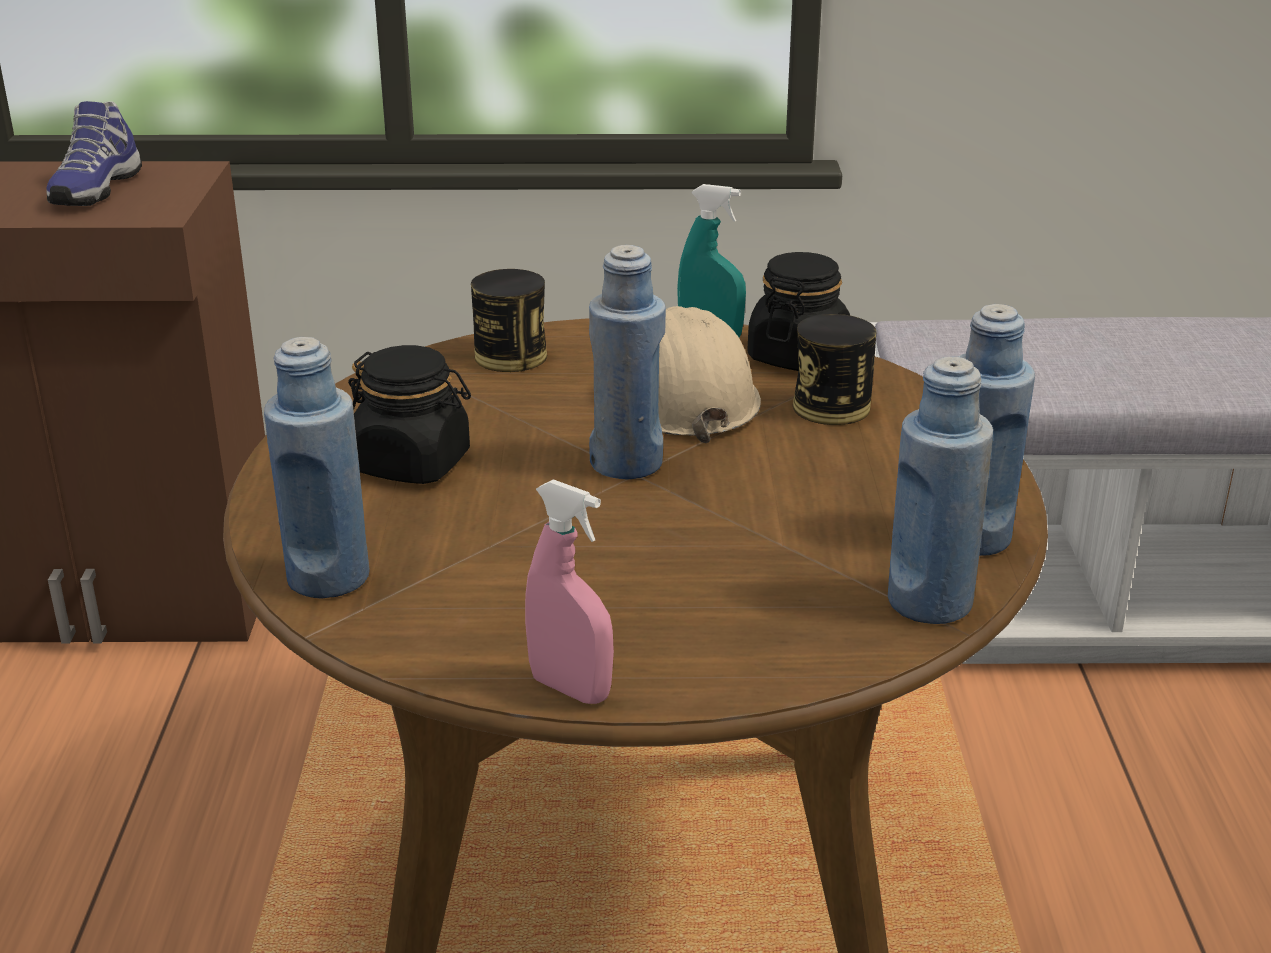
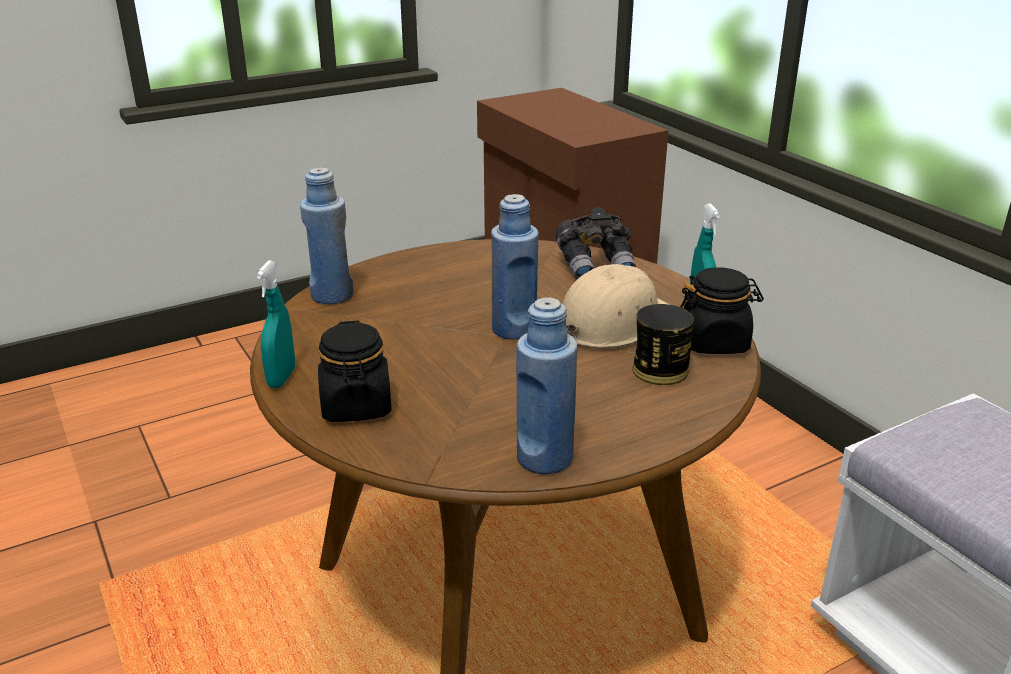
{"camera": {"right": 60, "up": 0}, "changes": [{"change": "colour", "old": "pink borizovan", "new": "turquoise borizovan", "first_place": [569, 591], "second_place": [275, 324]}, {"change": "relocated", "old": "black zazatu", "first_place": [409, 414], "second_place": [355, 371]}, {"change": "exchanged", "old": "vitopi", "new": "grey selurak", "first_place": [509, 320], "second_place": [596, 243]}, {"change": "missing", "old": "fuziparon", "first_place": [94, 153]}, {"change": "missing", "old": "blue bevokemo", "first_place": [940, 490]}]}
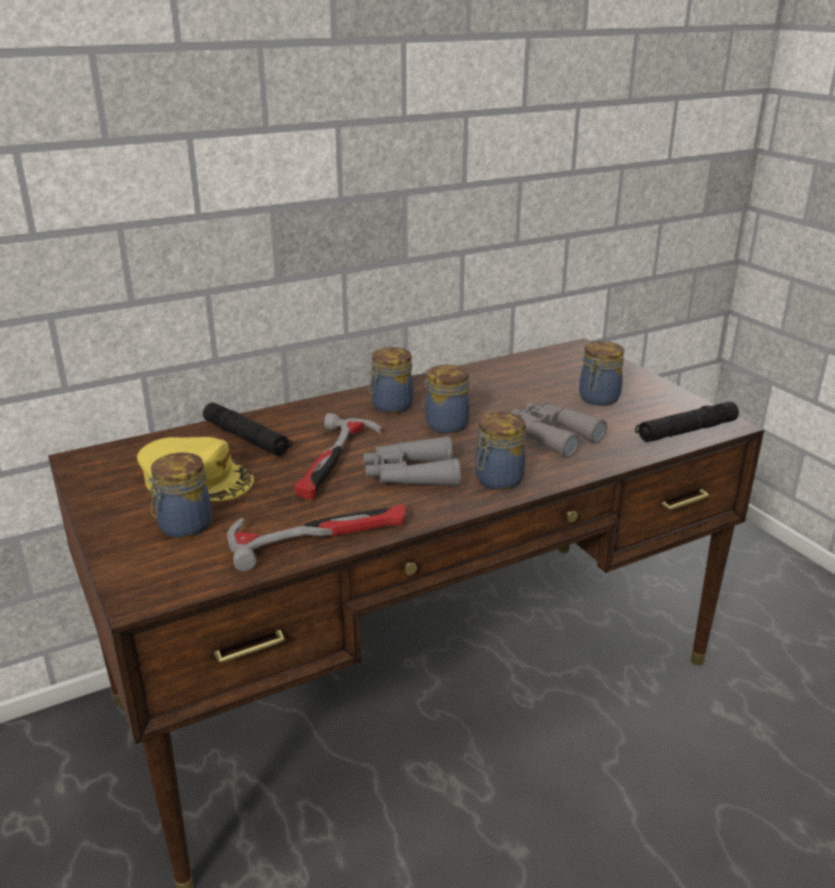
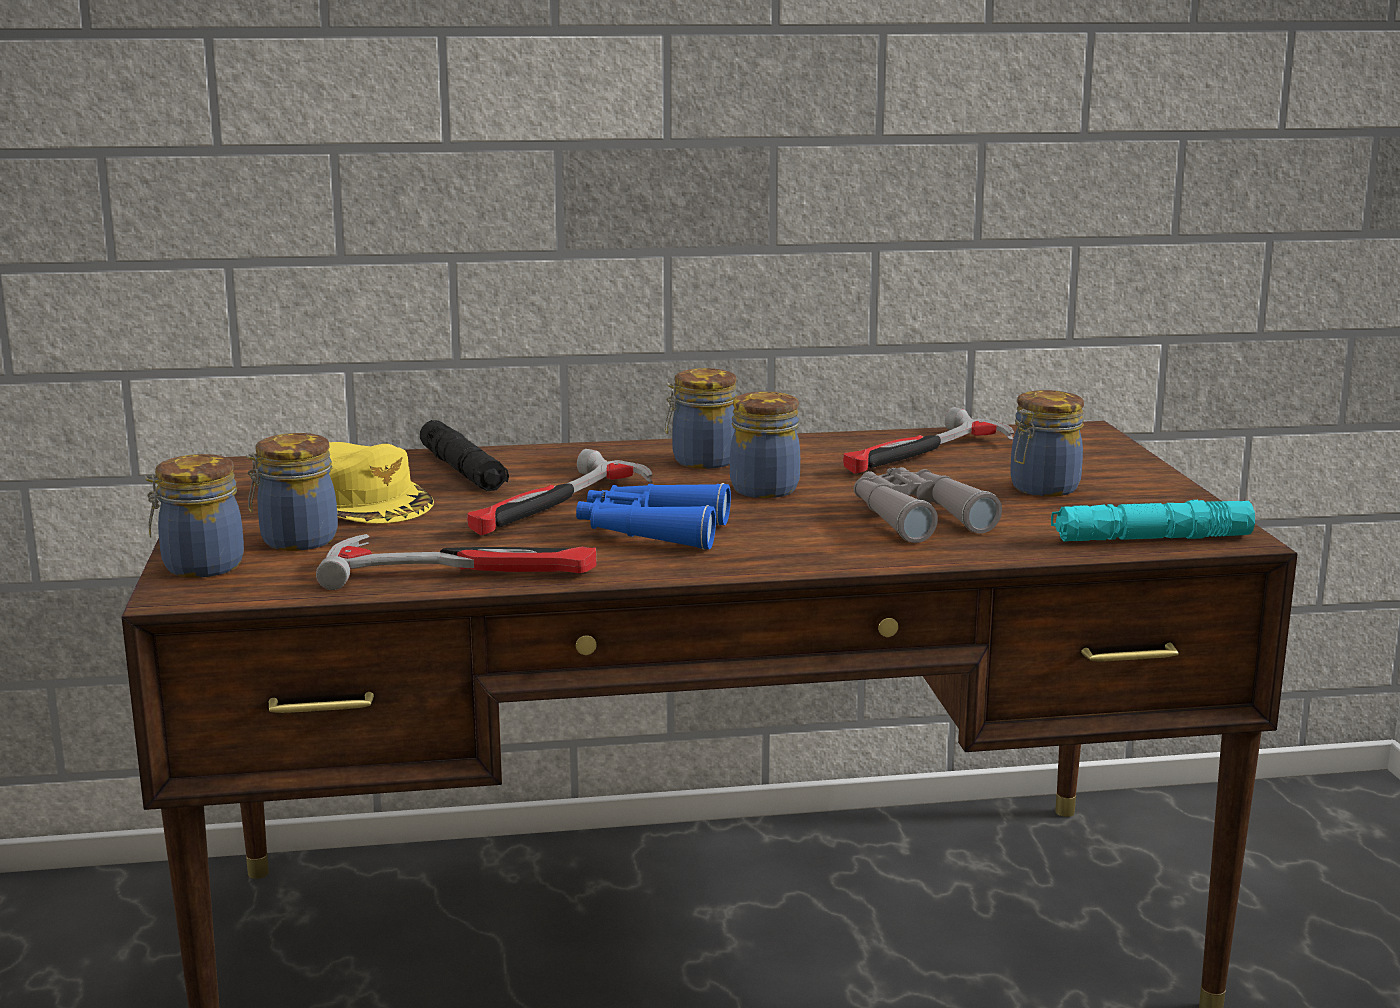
{"camera": {"right": 20, "up": -10}, "changes": [{"change": "relocated", "old": "zazatu", "first_place": [501, 451], "second_place": [194, 516]}, {"change": "colour", "old": "grey selurak", "new": "blue selurak", "first_place": [412, 461], "second_place": [653, 516]}, {"change": "appeared", "new": "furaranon", "second_place": [928, 440]}, {"change": "colour", "old": "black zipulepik", "new": "turquoise zipulepik", "first_place": [687, 421], "second_place": [1153, 521]}]}
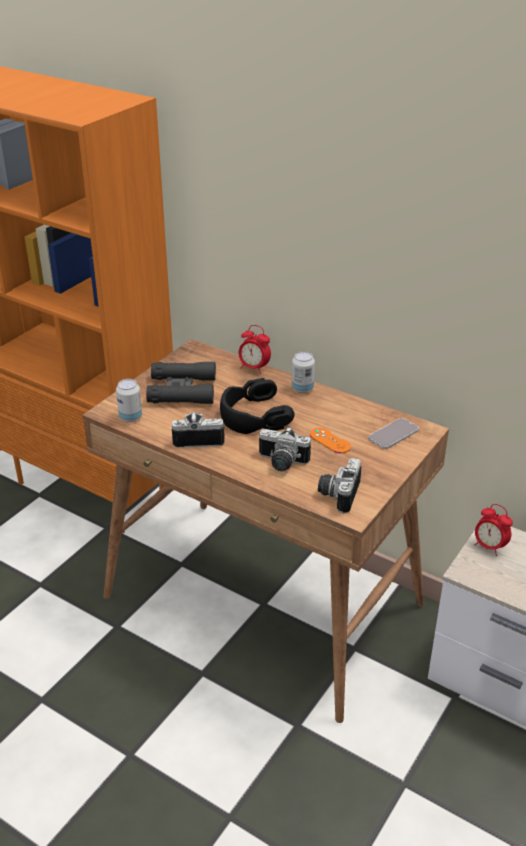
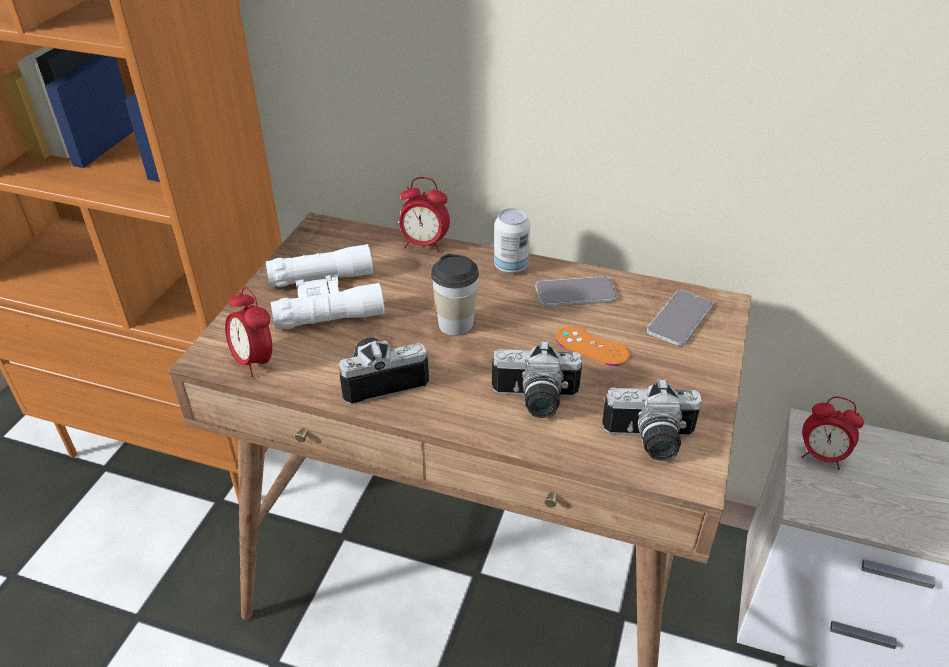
{"camera": {"right": -15, "up": 5}, "changes": [{"change": "exchanged", "old": "vitopi", "new": "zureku", "first_place": [129, 400], "second_place": [248, 332]}, {"change": "colour", "old": "black selurak", "new": "white selurak", "first_place": [181, 383], "second_place": [325, 286]}, {"change": "exchanged", "old": "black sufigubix", "new": "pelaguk", "first_place": [257, 406], "second_place": [455, 295]}, {"change": "appeared", "new": "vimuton", "second_place": [576, 291]}, {"change": "spun", "old": "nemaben", "first_place": [340, 486], "second_place": [652, 419], "degrees": -90}]}
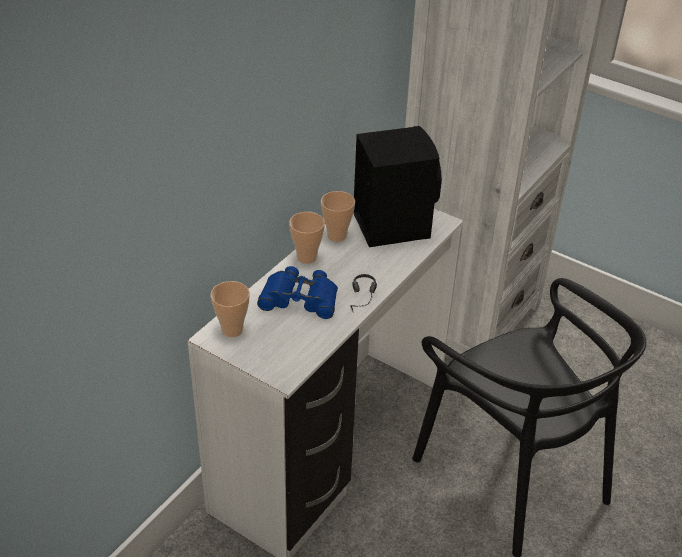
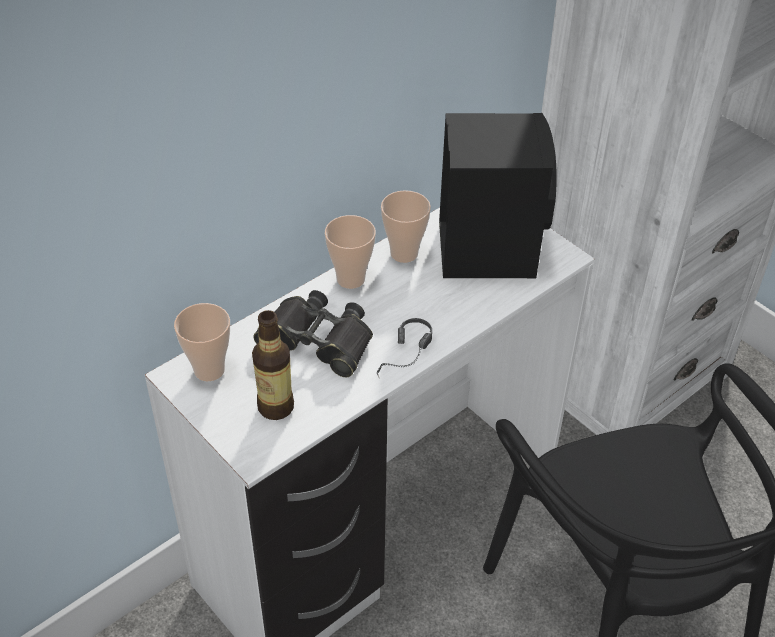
{"camera": {"right": 15, "up": 5}, "changes": [{"change": "appeared", "new": "bevokemo", "second_place": [273, 365]}, {"change": "colour", "old": "blue selurak", "new": "black selurak", "first_place": [297, 292], "second_place": [313, 333]}]}
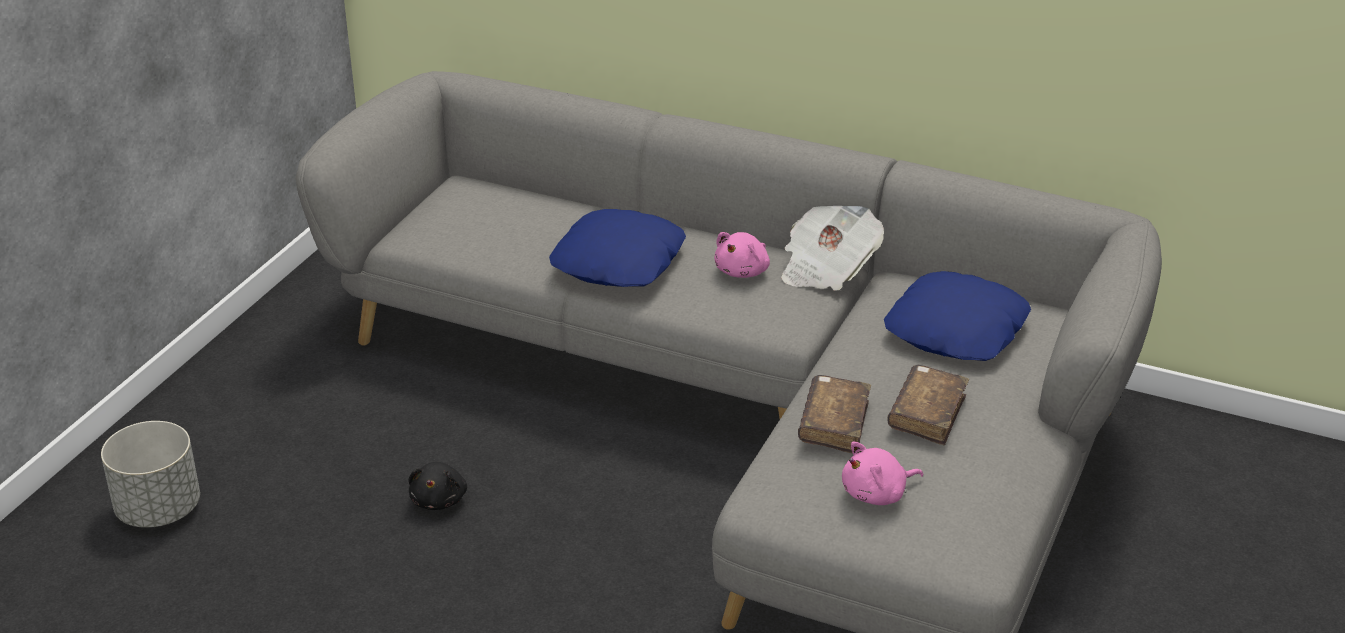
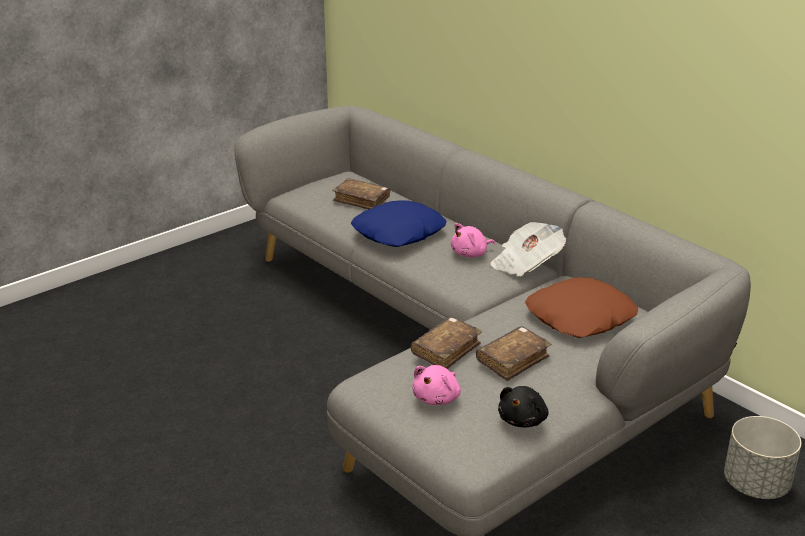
{"camera": {"right": 25, "up": -5}, "changes": [{"change": "appeared", "new": "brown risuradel", "second_place": [361, 194]}, {"change": "spun", "old": "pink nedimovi", "first_place": [882, 473], "second_place": [436, 385], "degrees": -60}, {"change": "relocated", "old": "black nedimovi", "first_place": [437, 486], "second_place": [523, 406]}, {"change": "colour", "old": "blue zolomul", "new": "brown zolomul", "first_place": [957, 316], "second_place": [581, 307]}, {"change": "relocated", "old": "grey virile", "first_place": [150, 474], "second_place": [762, 457]}]}
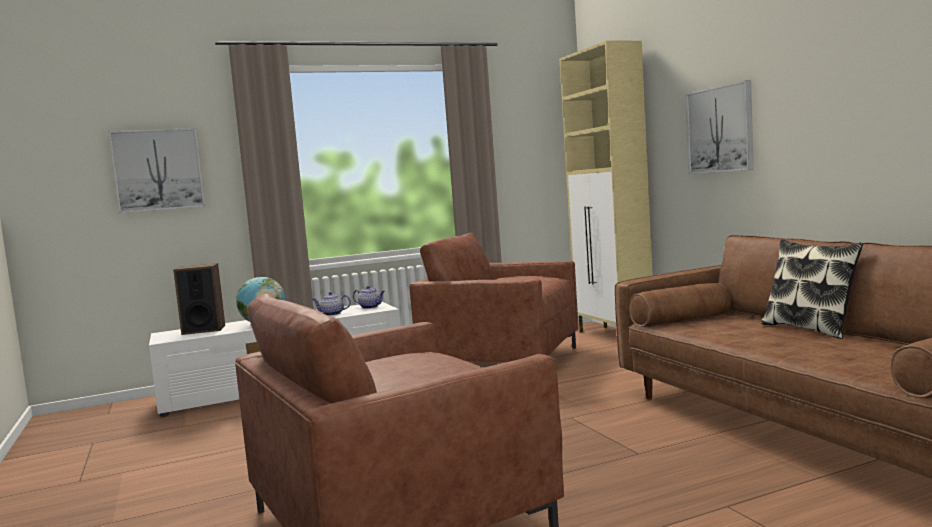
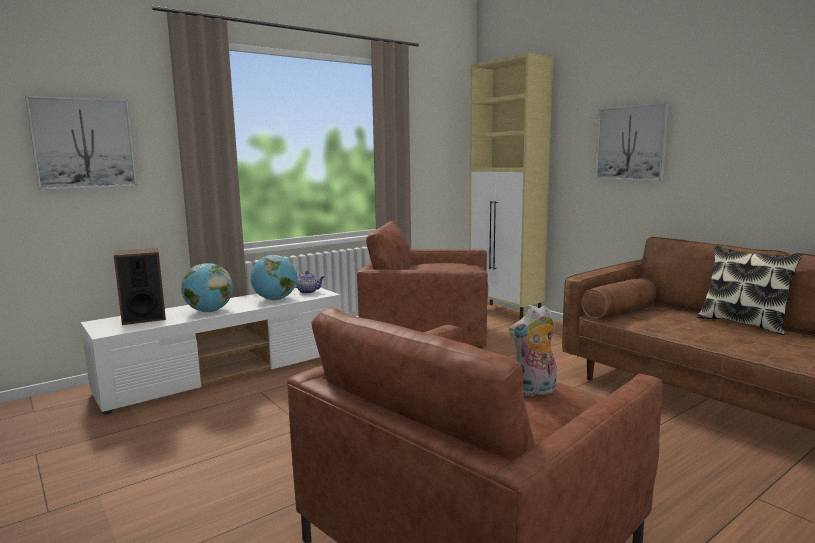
{"camera": {"right": -15, "up": 5}, "changes": [{"change": "exchanged", "old": "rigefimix", "new": "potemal", "first_place": [331, 304], "second_place": [274, 278]}, {"change": "appeared", "new": "nedimovi", "second_place": [533, 350]}]}
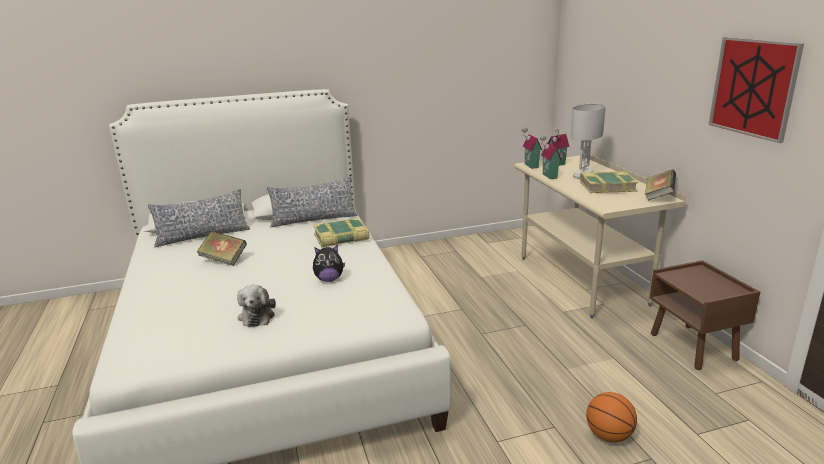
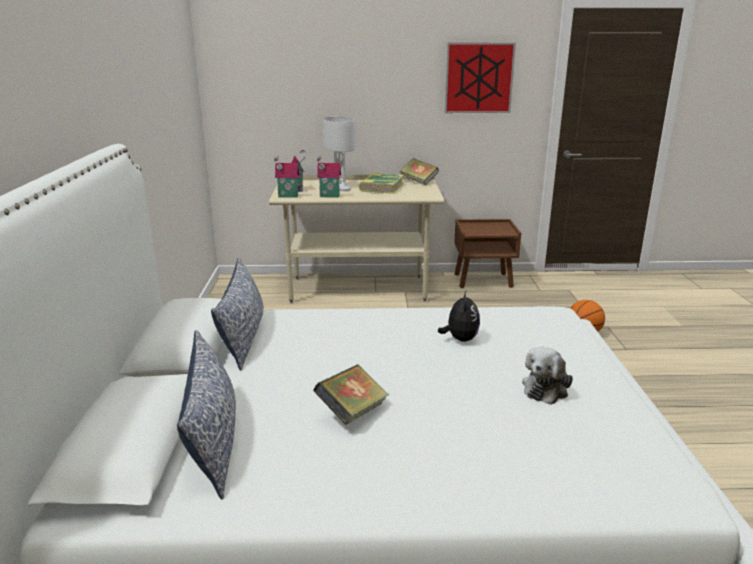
{"camera": {"right": -75, "up": 0}, "changes": [{"change": "spun", "old": "nedimovi", "first_place": [256, 306], "second_place": [547, 376], "degrees": 120}, {"change": "missing", "old": "risuradel", "first_place": [341, 232]}]}
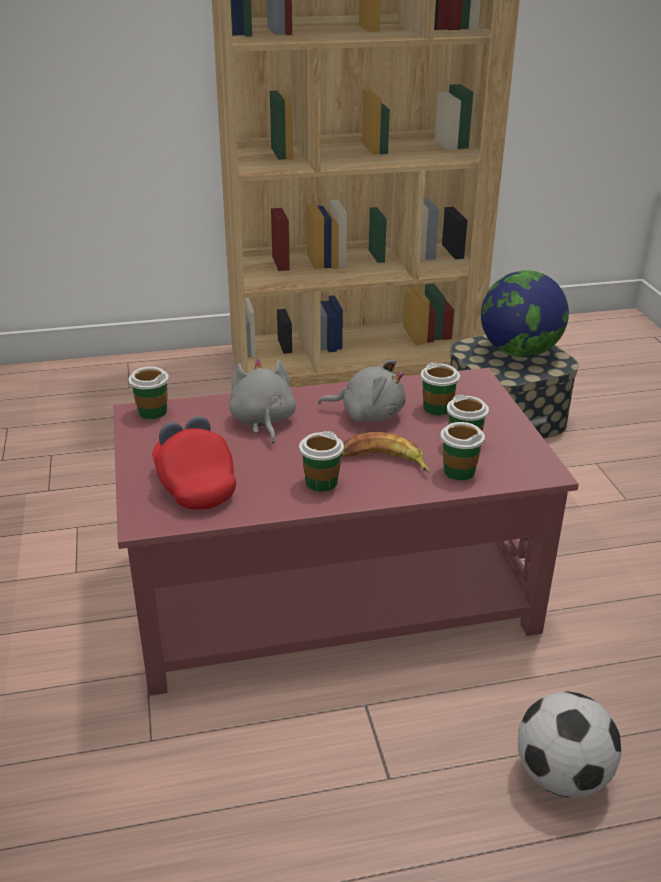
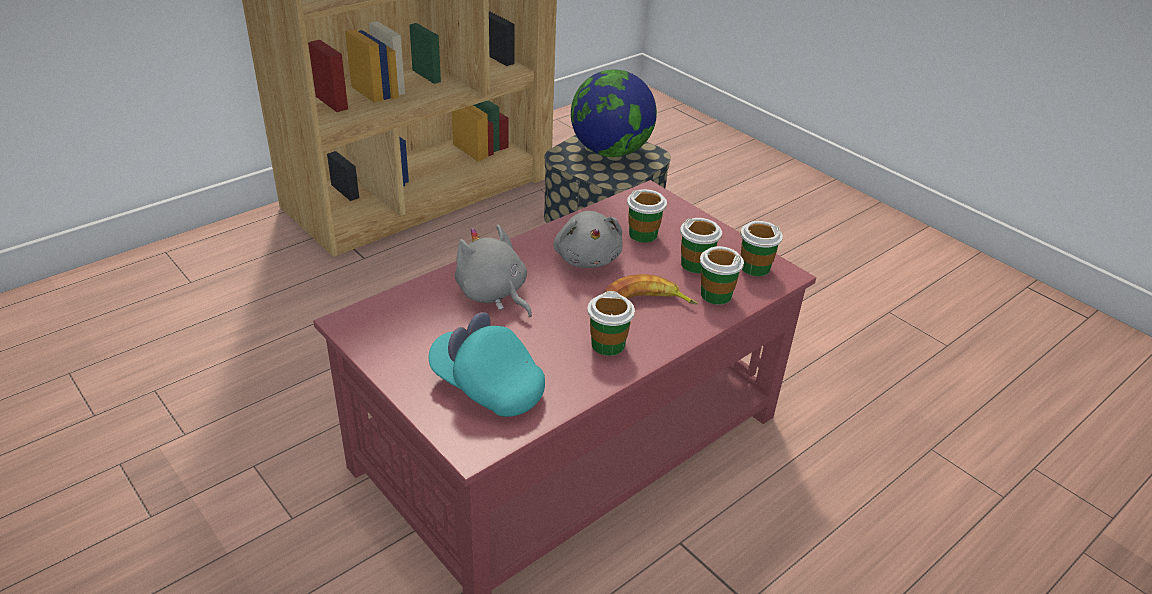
{"camera": {"right": -30, "up": 5}, "changes": [{"change": "colour", "old": "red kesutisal", "new": "turquoise kesutisal", "first_place": [194, 463], "second_place": [487, 364]}, {"change": "spun", "old": "grey nedimovi", "first_place": [362, 390], "second_place": [588, 239], "degrees": 90}, {"change": "relocated", "old": "pelaguk", "first_place": [148, 393], "second_place": [761, 248]}, {"change": "missing", "old": "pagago", "first_place": [569, 744]}]}
